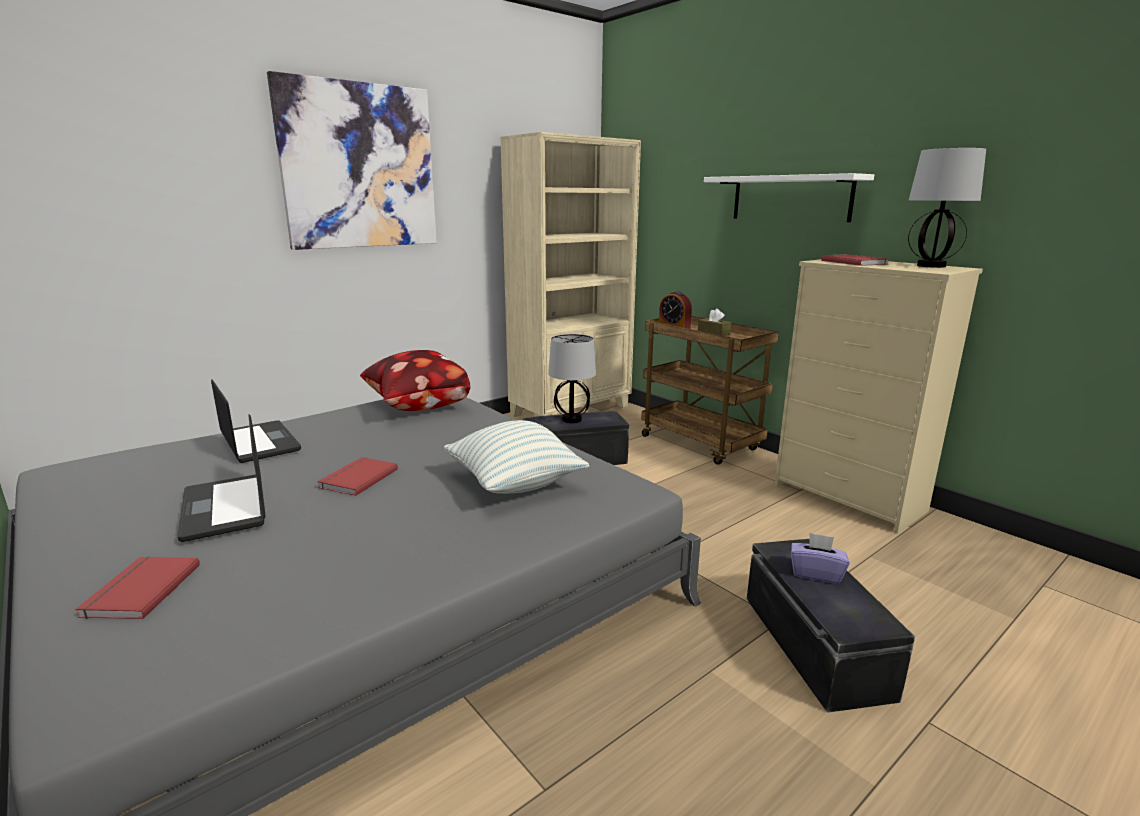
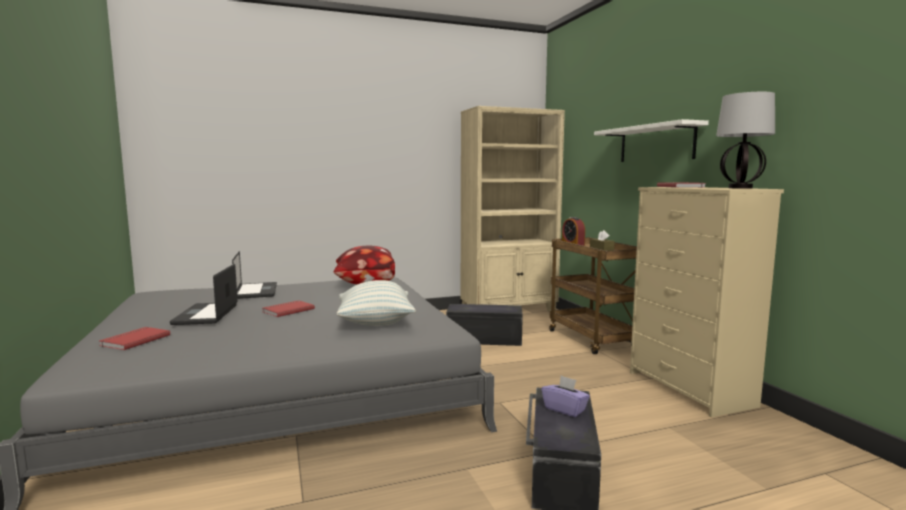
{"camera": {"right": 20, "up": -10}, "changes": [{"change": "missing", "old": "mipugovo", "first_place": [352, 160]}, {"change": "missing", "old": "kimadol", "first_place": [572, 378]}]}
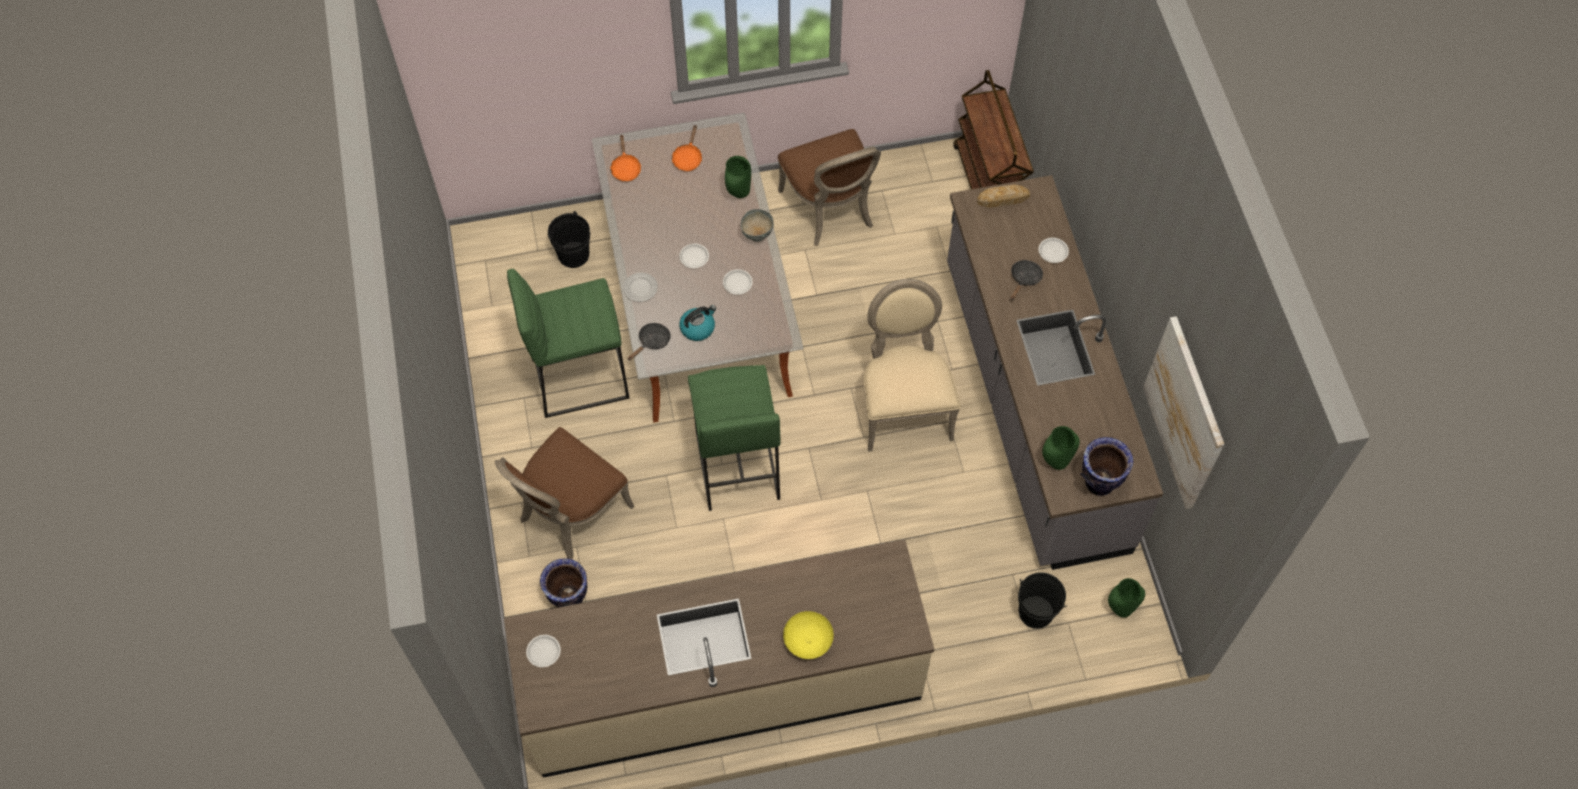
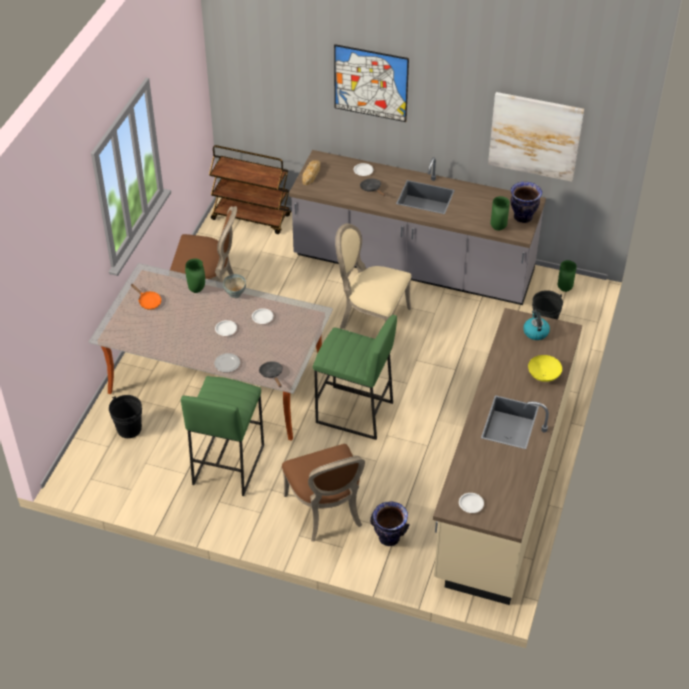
{"camera": {"right": -60, "up": -15}, "changes": [{"change": "appeared", "new": "mipugovo", "second_place": [371, 83]}, {"change": "relocated", "old": "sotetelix", "first_place": [697, 323], "second_place": [536, 325]}, {"change": "missing", "old": "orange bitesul", "first_place": [625, 158]}]}
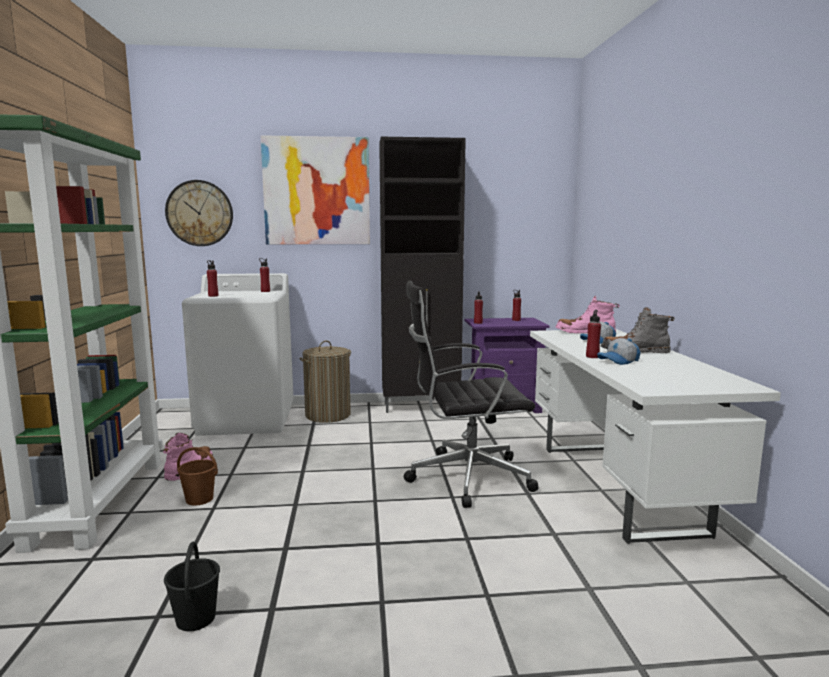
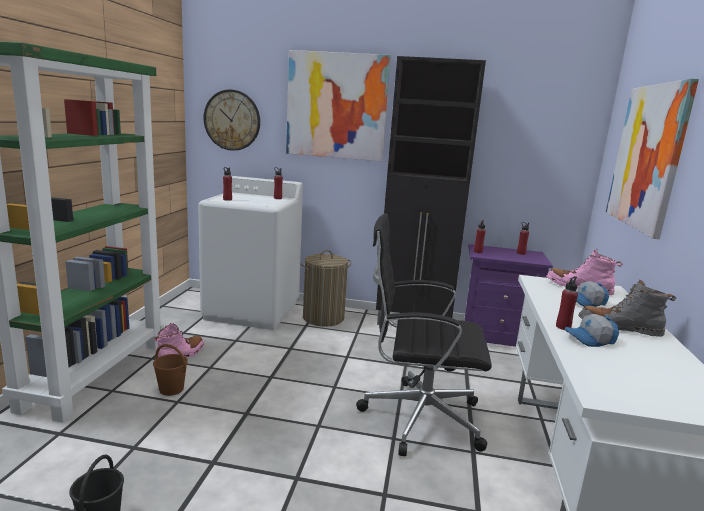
{"camera": {"right": 15, "up": 5}, "changes": [{"change": "appeared", "new": "mipugovo", "second_place": [652, 159]}]}
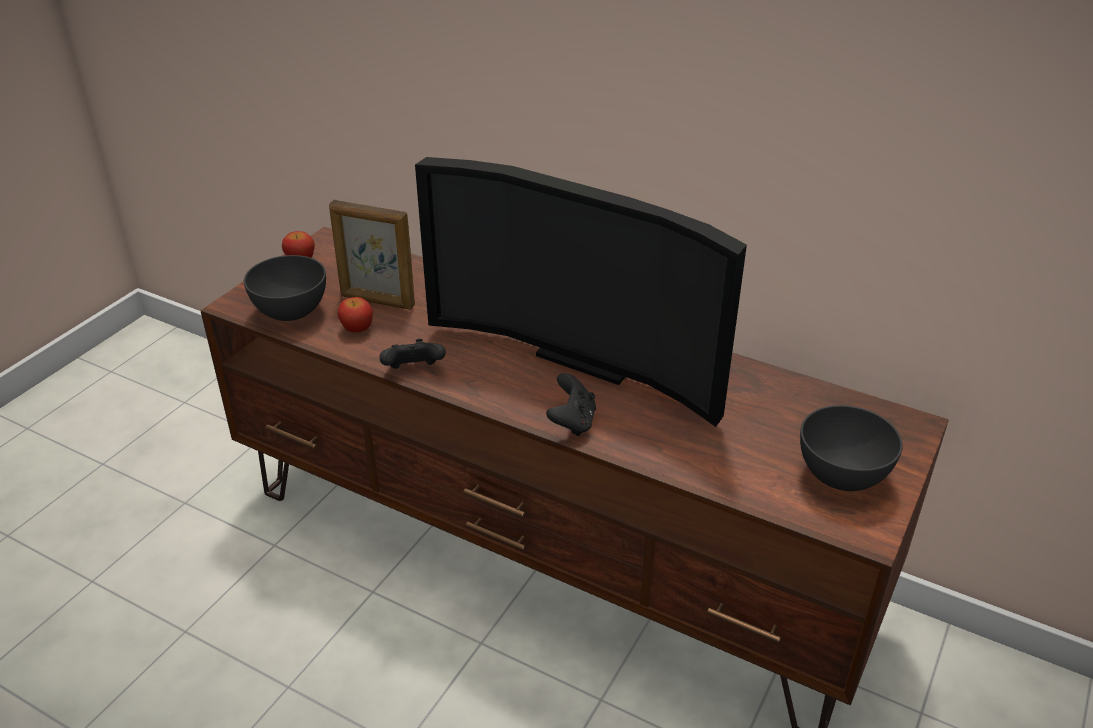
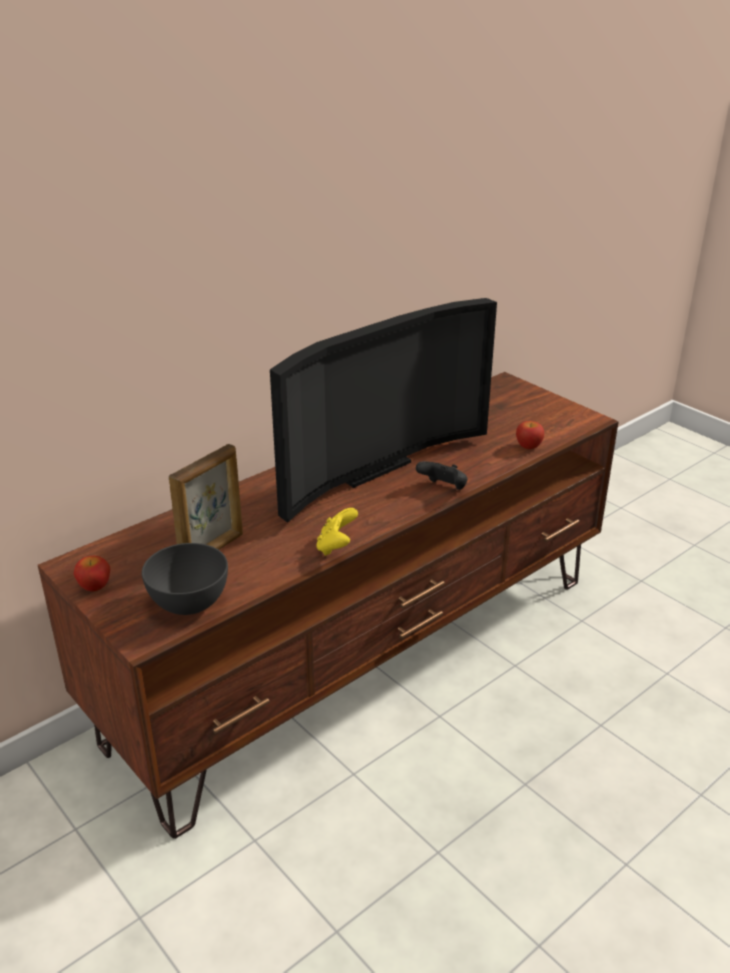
{"camera": {"right": -70, "up": -5}, "changes": [{"change": "colour", "old": "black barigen", "new": "yellow barigen", "first_place": [412, 354], "second_place": [337, 532]}, {"change": "relocated", "old": "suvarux", "first_place": [355, 315], "second_place": [530, 435]}, {"change": "missing", "old": "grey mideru", "first_place": [851, 448]}]}
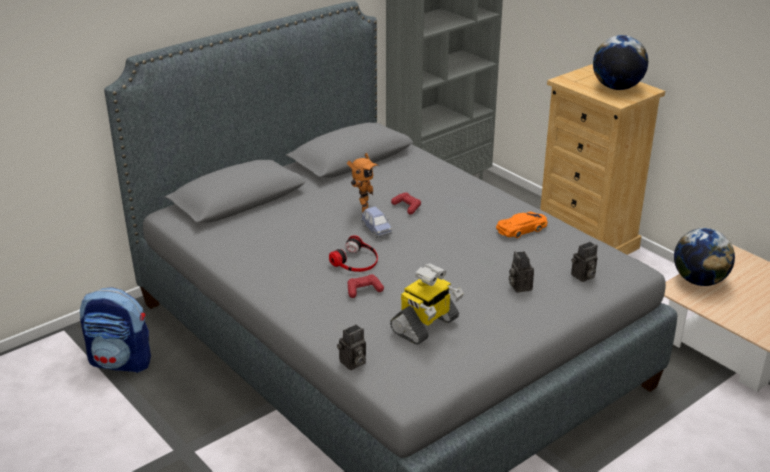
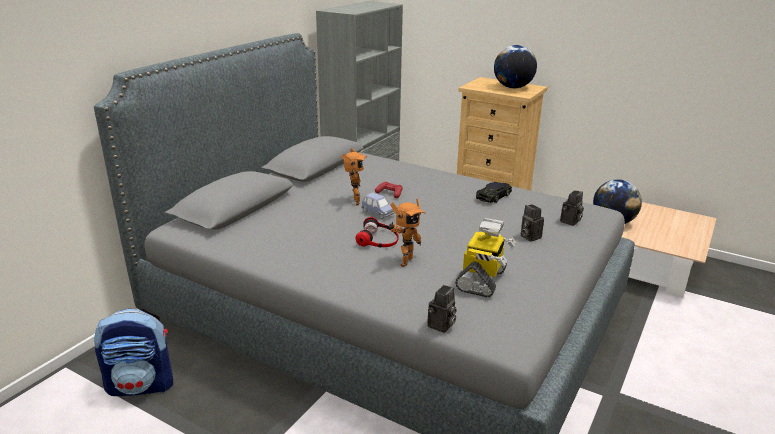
{"camera": {"right": -20, "up": -5}, "changes": [{"change": "exchanged", "old": "red barigen", "new": "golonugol", "first_place": [366, 286], "second_place": [407, 232]}, {"change": "colour", "old": "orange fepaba", "new": "black fepaba", "first_place": [522, 225], "second_place": [494, 192]}]}
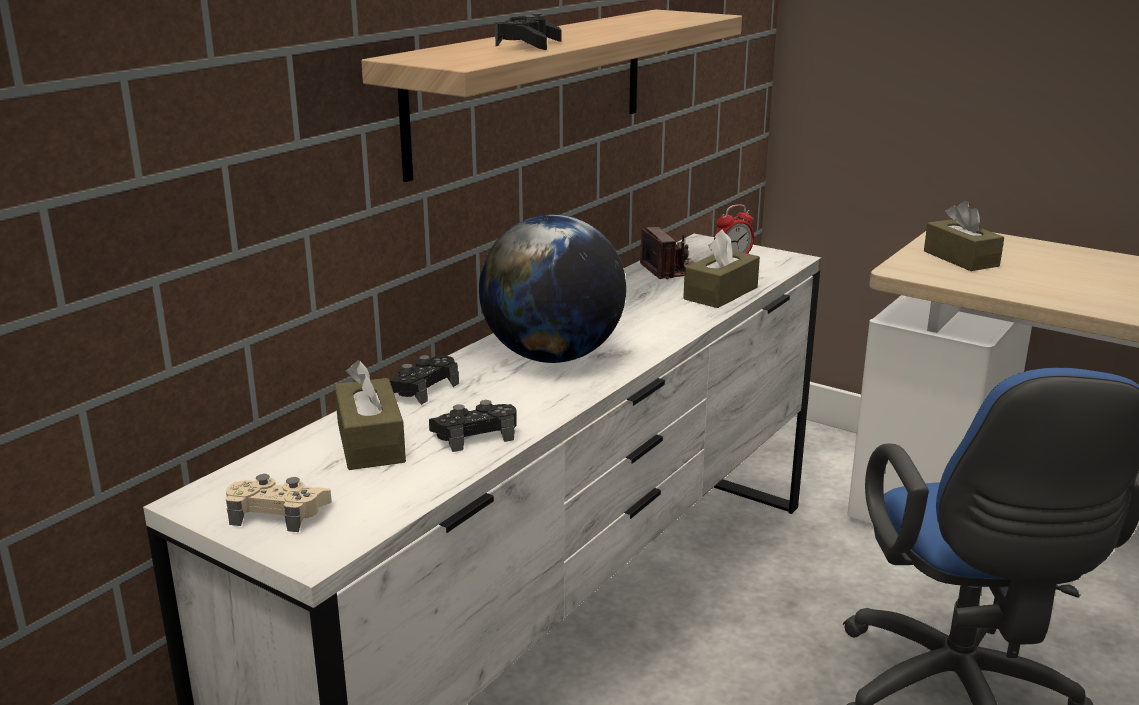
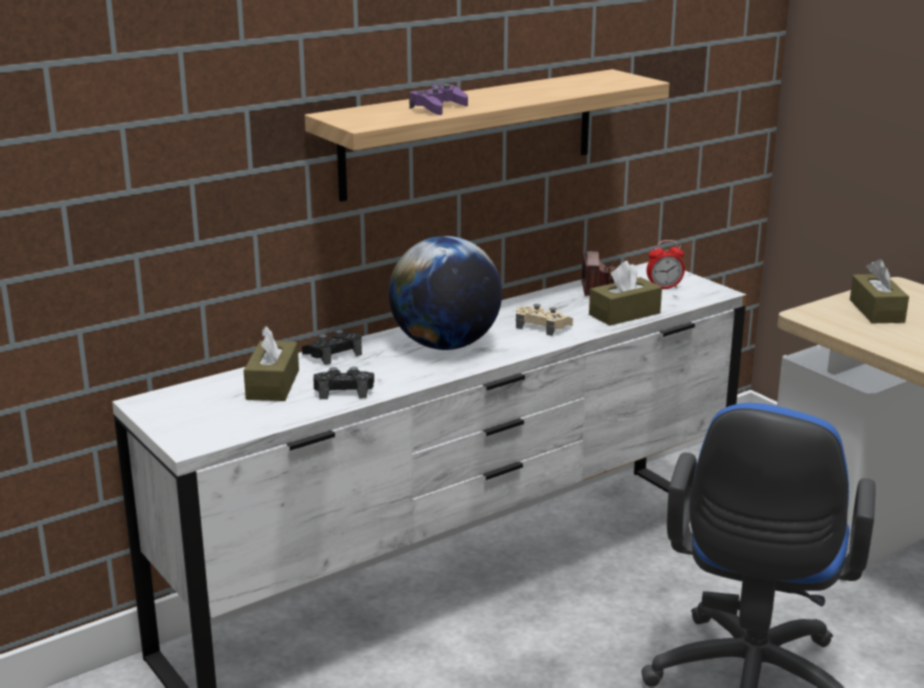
{"camera": {"right": 20, "up": 0}, "changes": [{"change": "colour", "old": "black barigen", "new": "purple barigen", "first_place": [528, 31], "second_place": [438, 99]}, {"change": "relocated", "old": "beige barigen", "first_place": [279, 503], "second_place": [544, 320]}]}
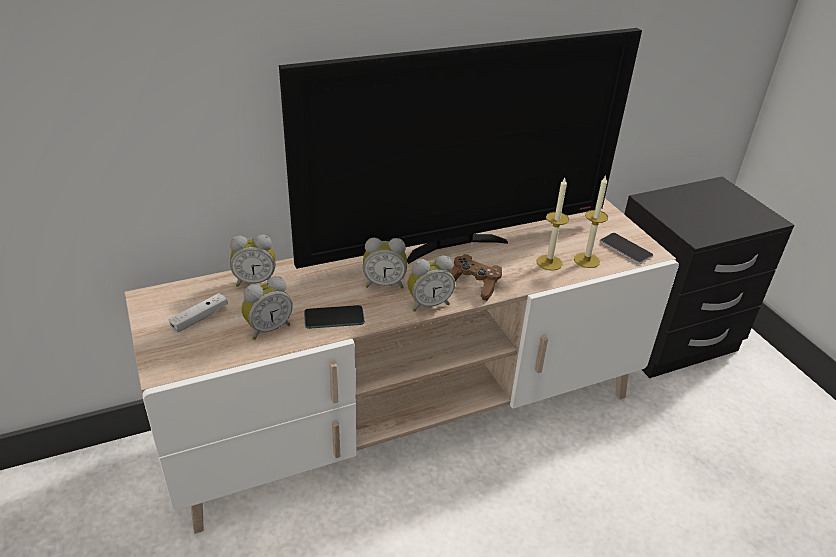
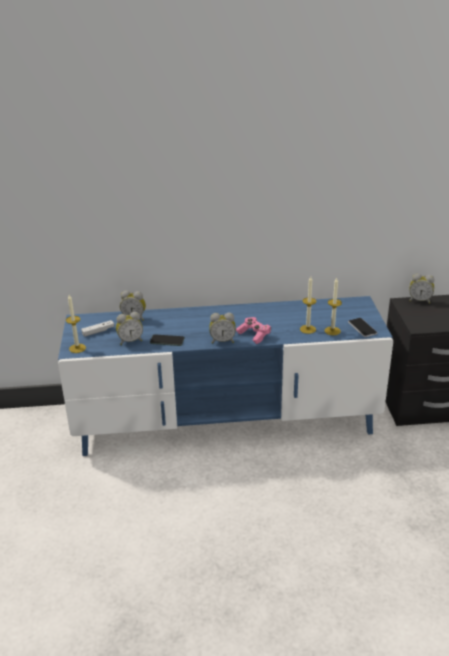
{"camera": {"right": 20, "up": -5}, "changes": [{"change": "colour", "old": "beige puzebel", "new": "blue puzebel", "first_place": [401, 366], "second_place": [225, 376]}, {"change": "appeared", "new": "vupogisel", "second_place": [76, 324]}, {"change": "colour", "old": "brown barigen", "new": "pink barigen", "first_place": [476, 277], "second_place": [253, 330]}, {"change": "relocated", "old": "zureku", "first_place": [385, 263], "second_place": [422, 288]}, {"change": "missing", "old": "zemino", "first_place": [460, 148]}]}
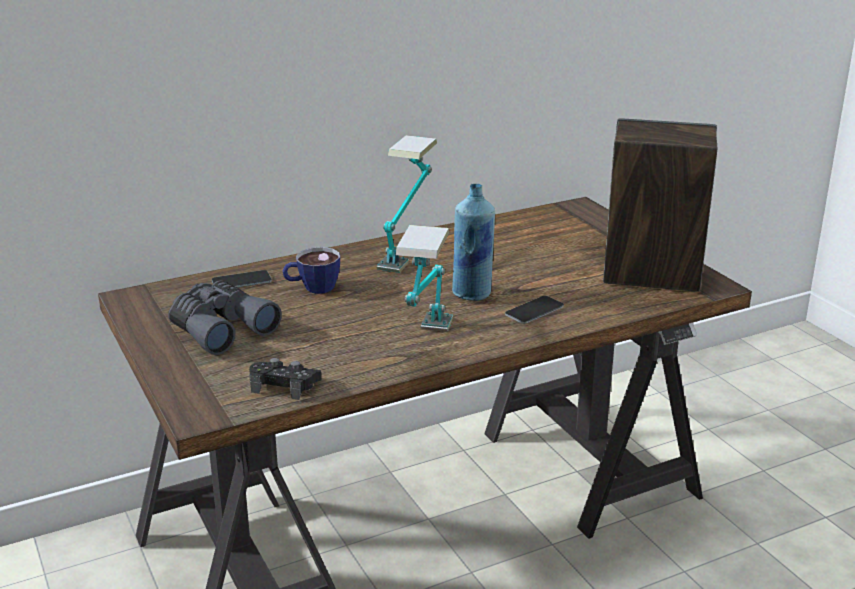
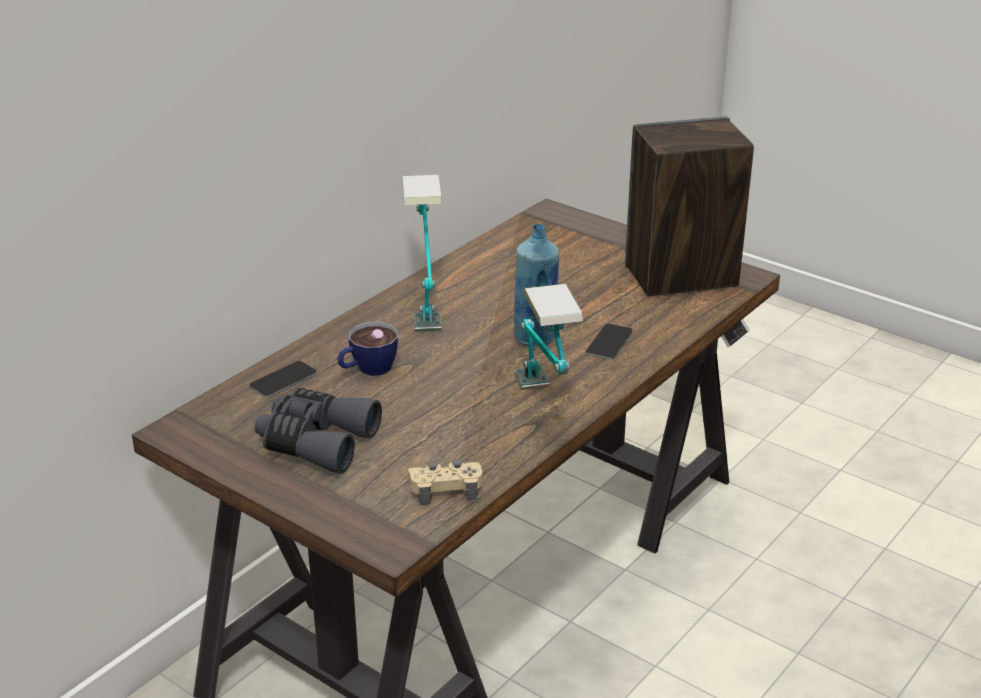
{"camera": {"right": -25, "up": 5}, "changes": [{"change": "colour", "old": "black barigen", "new": "beige barigen", "first_place": [285, 379], "second_place": [445, 482]}]}
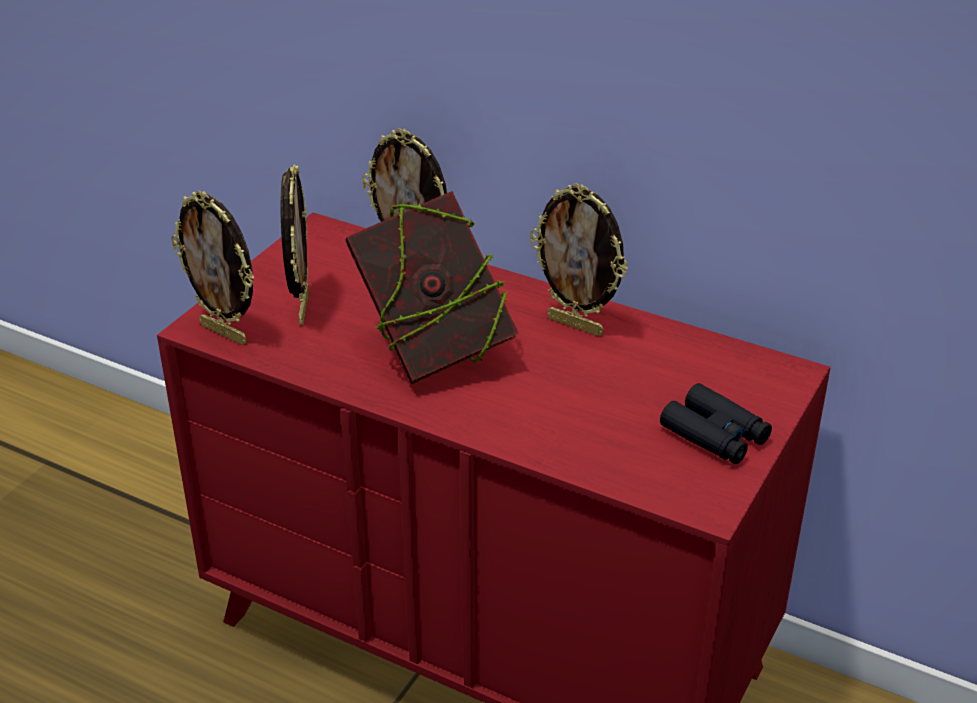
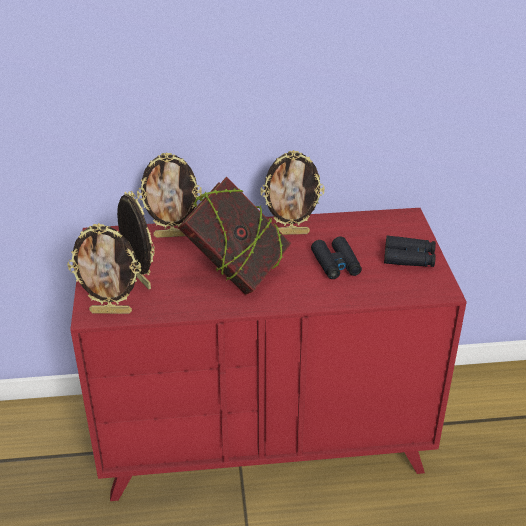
{"camera": {"right": -35, "up": 0}, "changes": [{"change": "appeared", "new": "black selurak", "second_place": [336, 258]}]}
